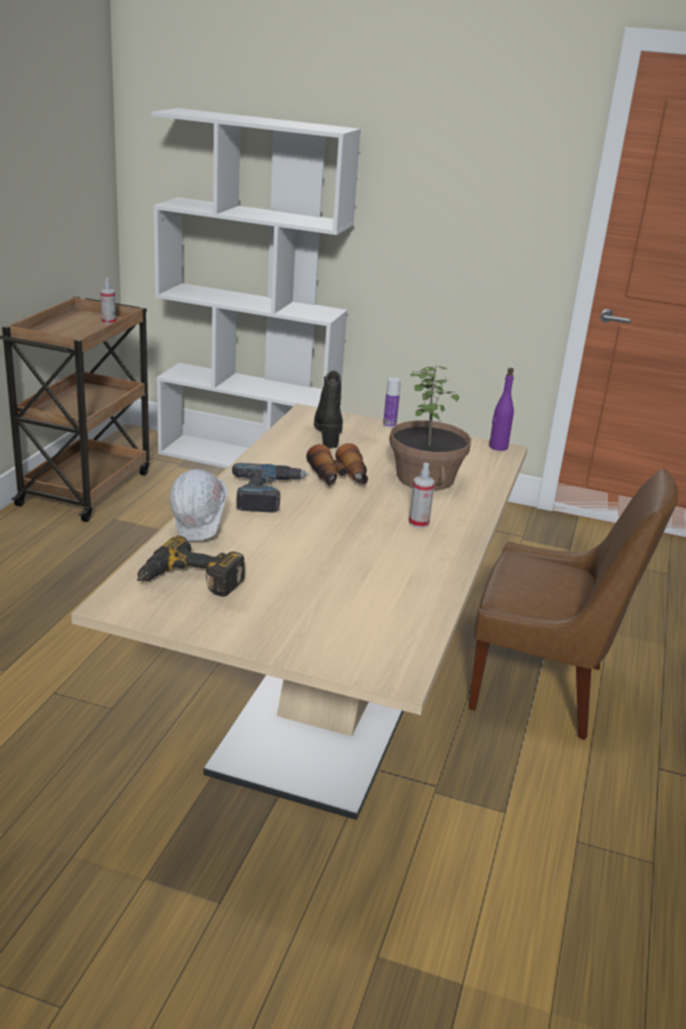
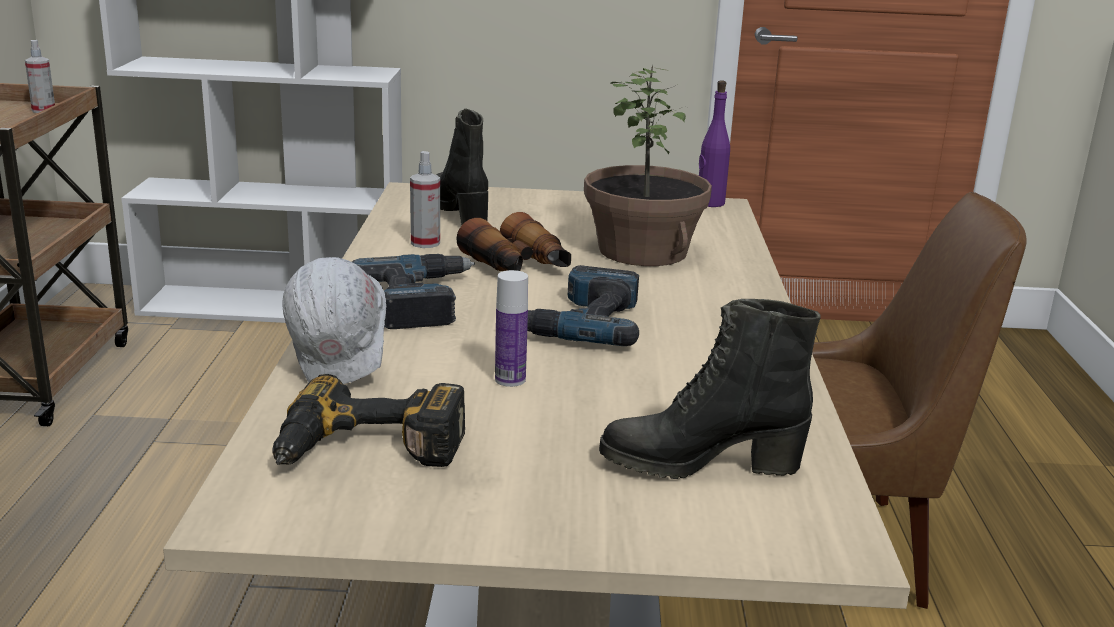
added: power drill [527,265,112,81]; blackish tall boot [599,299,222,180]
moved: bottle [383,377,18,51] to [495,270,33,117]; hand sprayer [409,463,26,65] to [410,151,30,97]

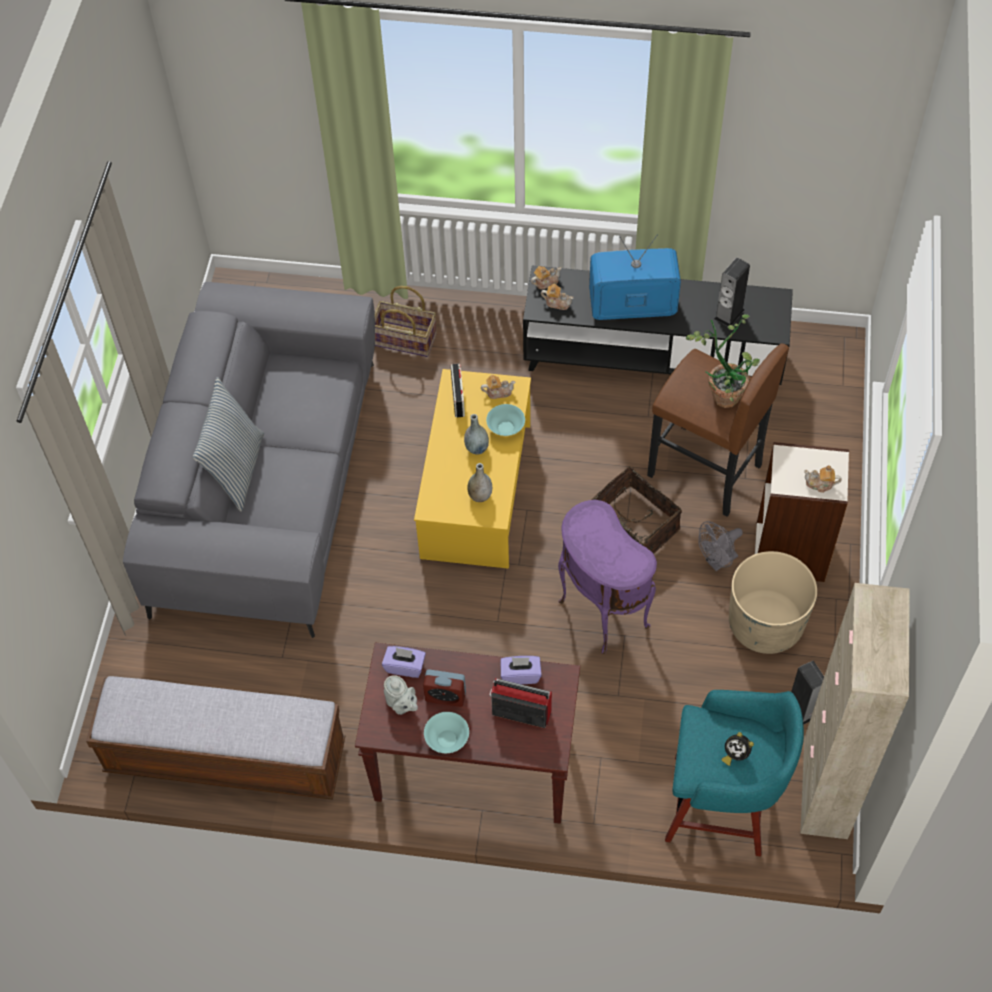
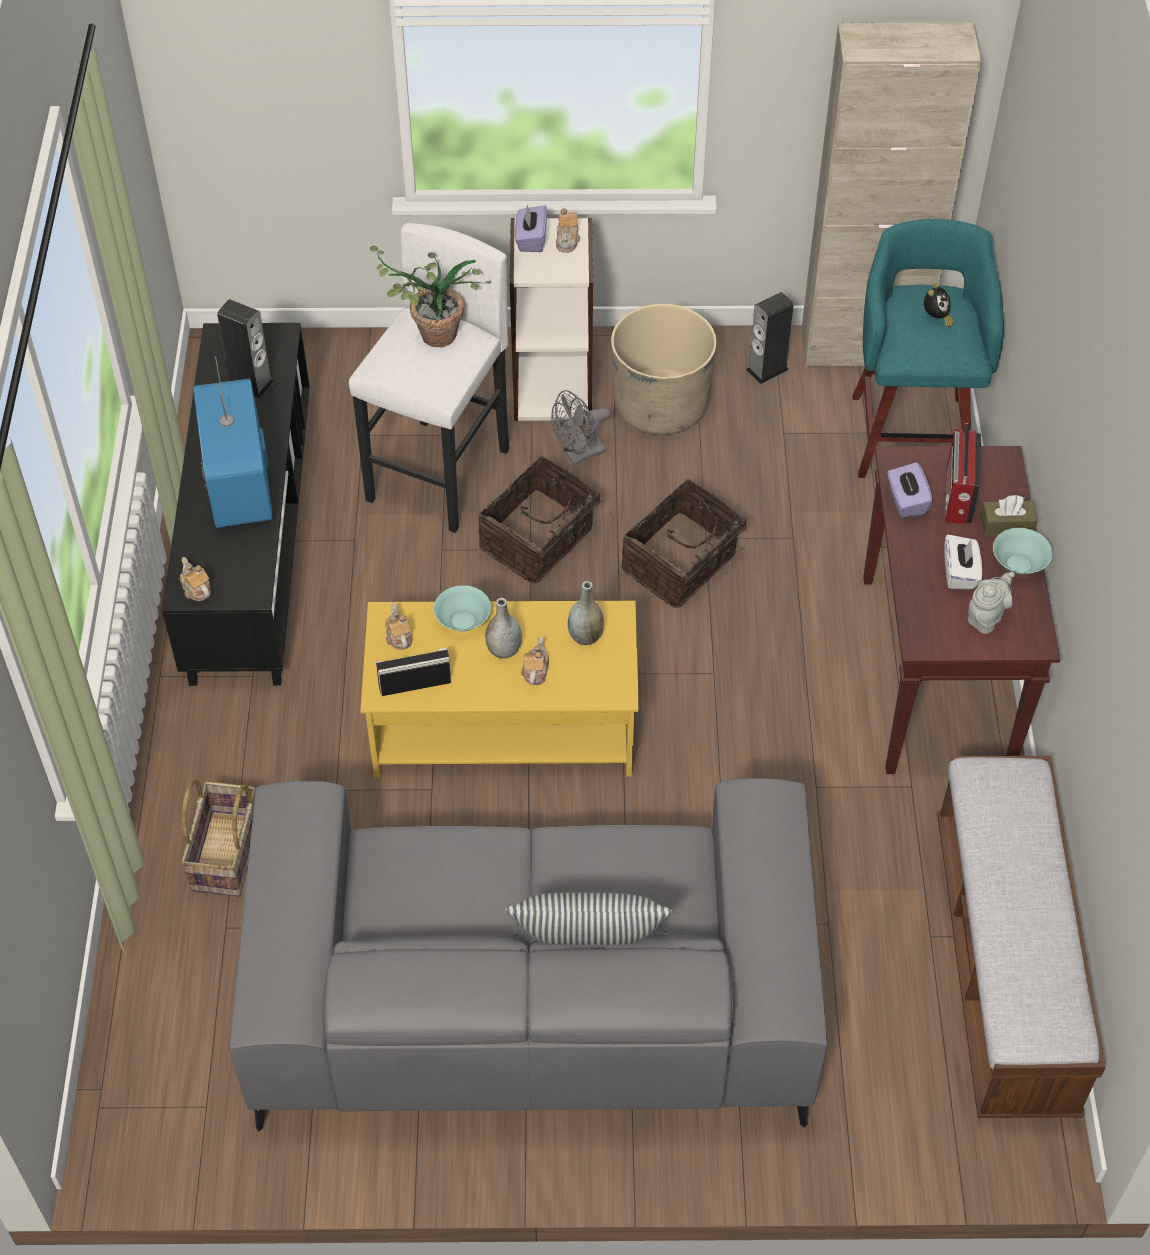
added: brown tissue box [980,495,58,41]
moved: purple tissue box [382,646,44,32] to [515,205,32,47]; tea pot [541,284,32,26] to [521,637,28,48]
replaced: alarm clock [423,669,43,38] to white-coloured tissue box [944,534,38,55]; purple side table [558,500,99,154] to basket [621,479,136,129]
recoloured: brown stool seat [647,344,142,173] to white-coloured stool seat [349,223,160,310]
turned: greyish electric fan [698,521,45,50] = [551,390,59,75] 105 degrees clockwise

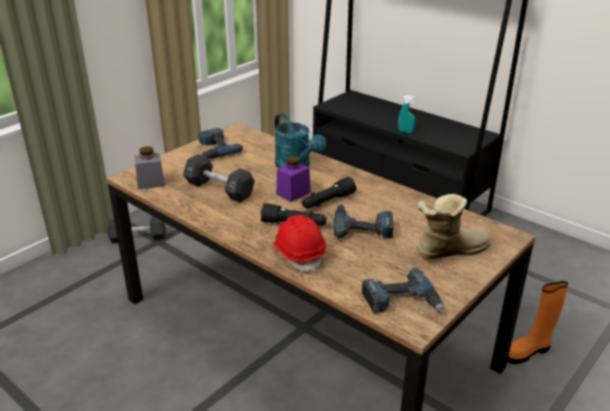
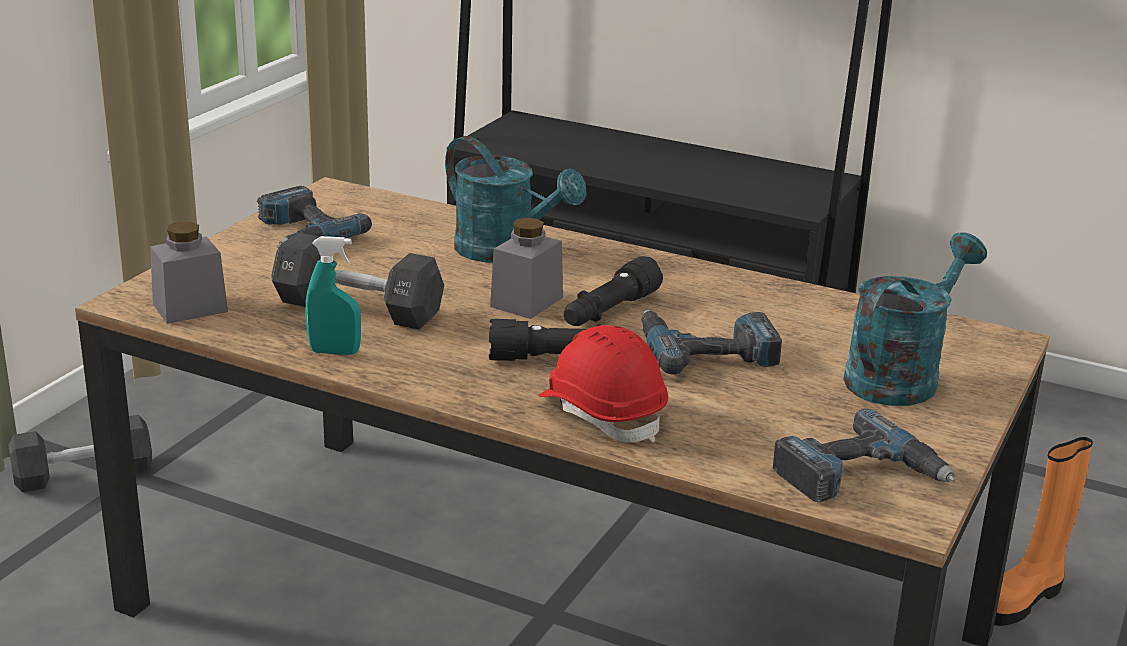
moved: turquoise hand sprayer [398,95,18,38] to [306,236,55,119]
replaced: tall boot [417,194,74,65] to turquoise watering pot [843,232,144,174]
recoloured: purple storage jar [276,156,35,46] to greyish storage jar [490,217,73,102]

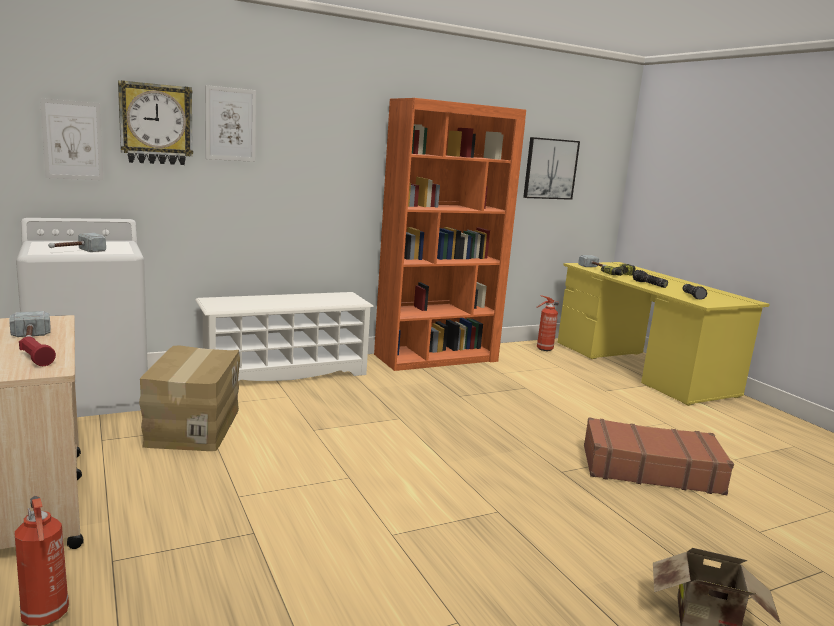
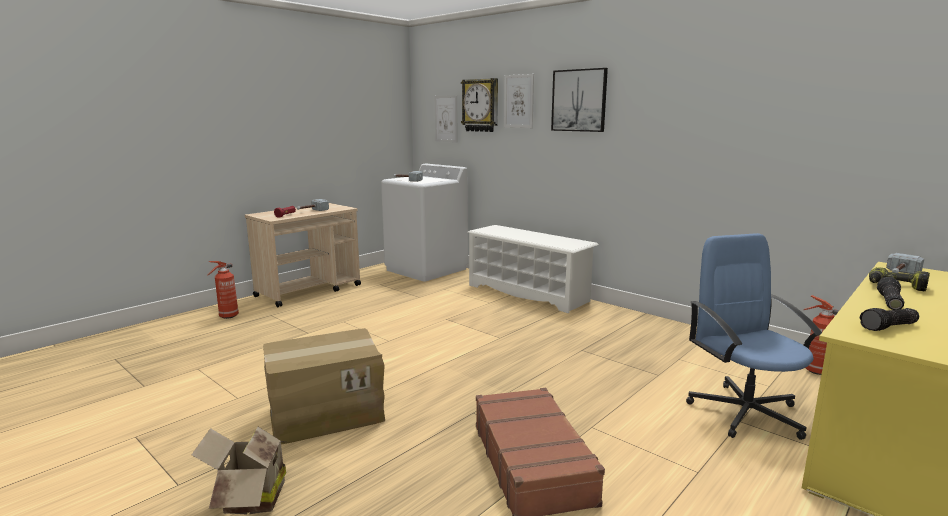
removed: orangey shelving unit [374,98,152,273]
added: bluish office chair [686,233,136,207]
moved: cardboard box [139,346,101,105] to [263,328,122,117]; picture [523,137,57,63] to [551,68,57,64]

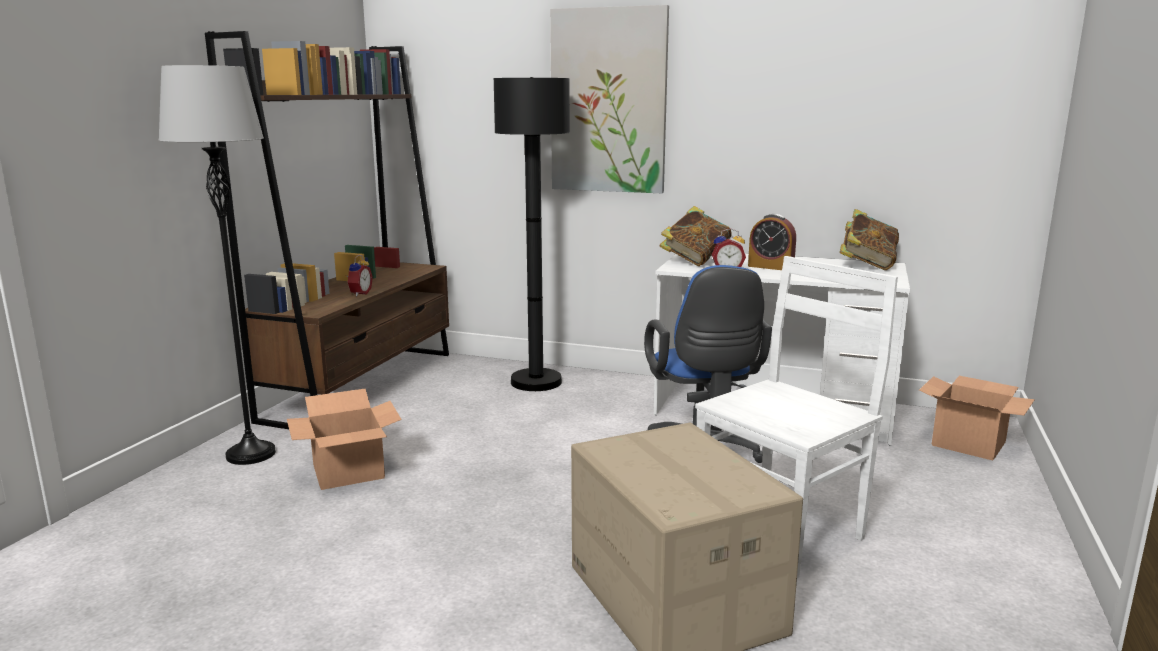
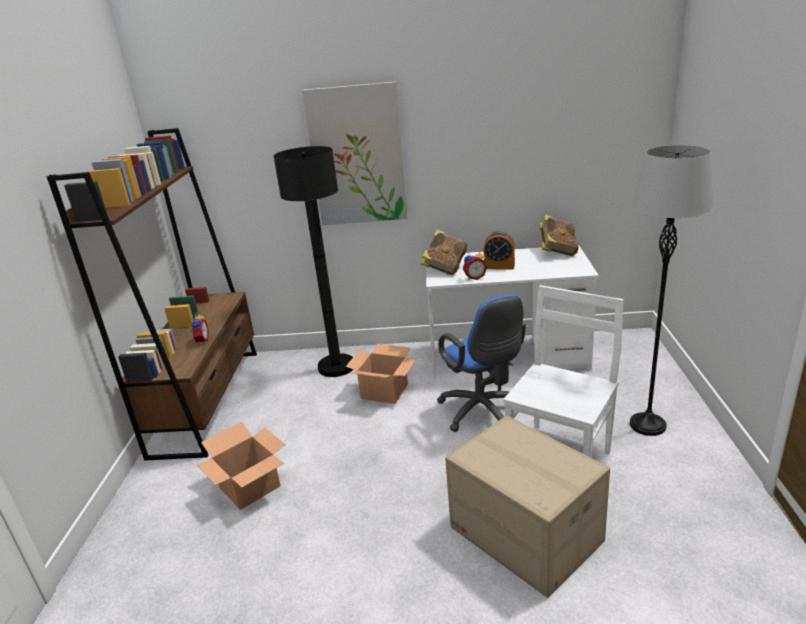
moved: greyish floor lamp [159,65,117,400] to [630,145,84,291]; cardboard box [919,376,116,85] to [346,344,71,60]

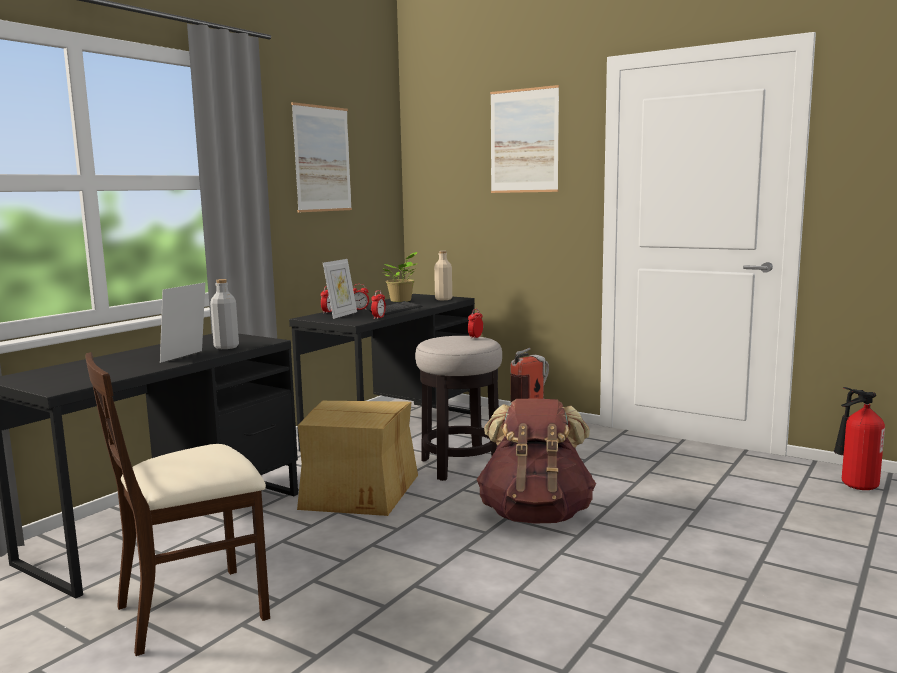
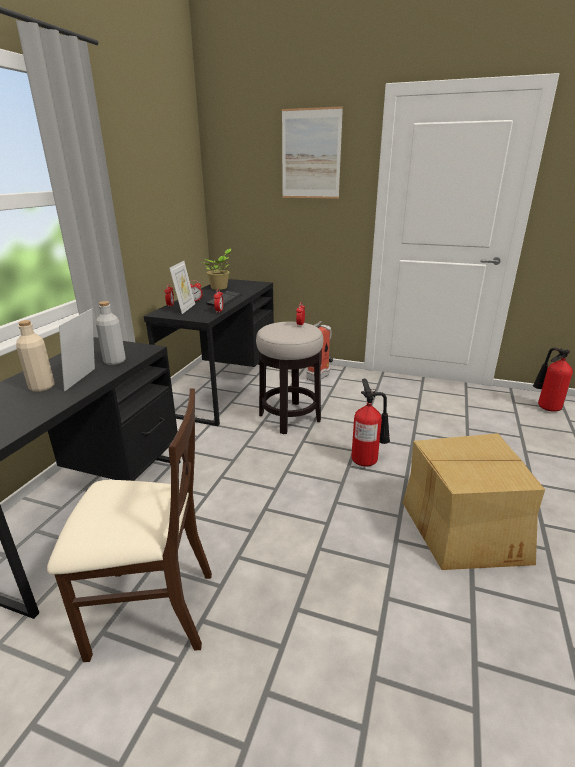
removed: picture [291,102,61,110]
moved: cardboard box [297,401,121,115] to [403,433,142,137]; sand-coloured bottle [434,251,18,49] to [16,320,39,72]
replaced: brown knapsack [477,399,119,125] to fire extinguisher [351,379,39,87]
turned: sand-coloured upright chair [85,352,185,304] = [47,388,165,274] 135 degrees counterclockwise

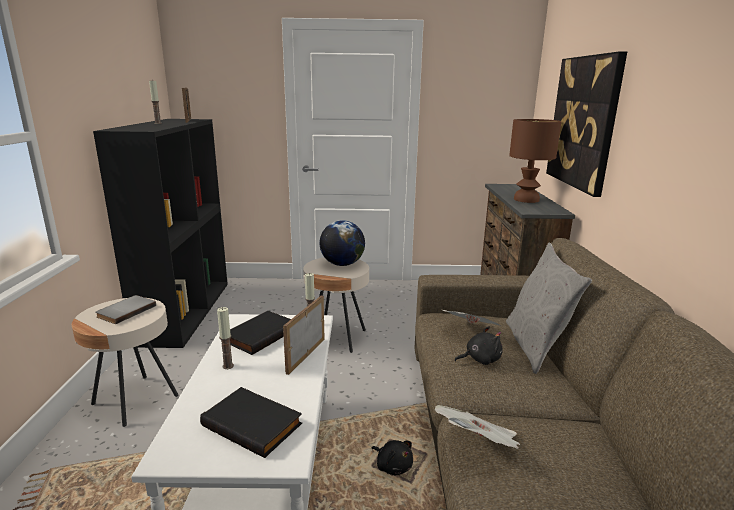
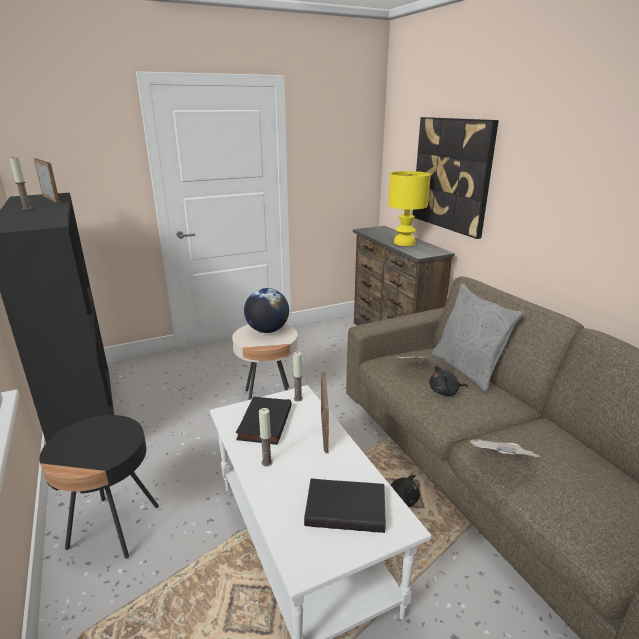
removed: greyish bound book [95,295,61,29]
recoloured: sand-coloured side table [72,298,106,129] to blackish side table [39,415,120,144]; brown table lamp [509,119,53,84] to yellowish table lamp [388,171,43,75]
turned: blackish cuddly toy [454,326,49,39] = [429,366,39,30] 150 degrees counterclockwise

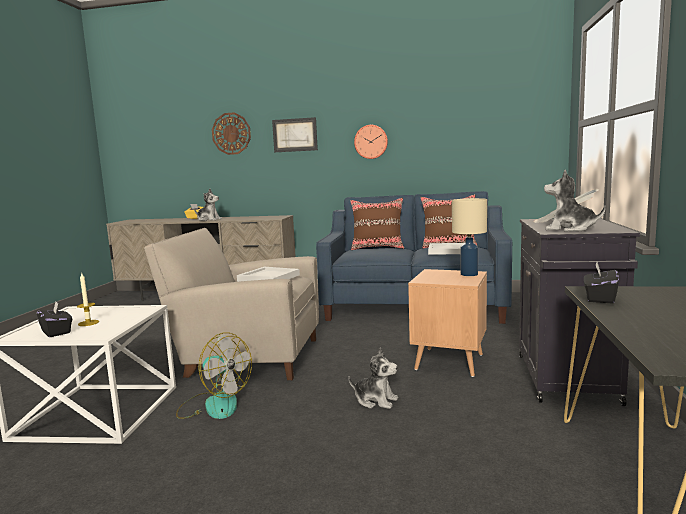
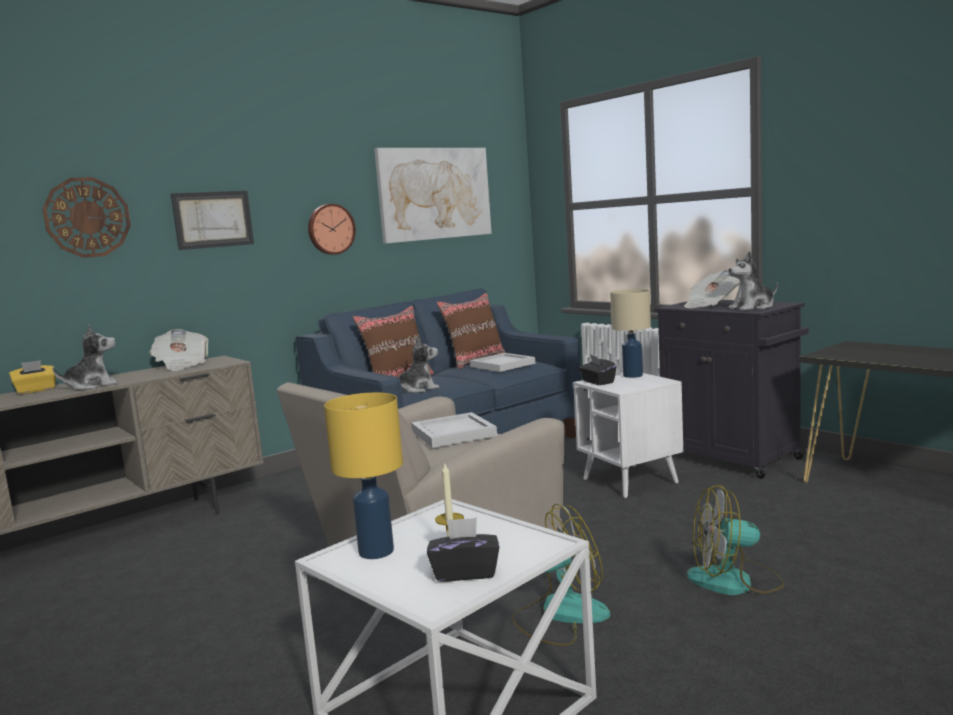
added: printed paper [150,329,59,42]; yellowish table lamp [324,393,79,166]; picture [374,148,118,96]; electric fan [687,485,98,110]
moved: cuddly toy [348,347,50,62] to [390,336,50,57]; blackish tissue box [584,262,35,42] to [579,355,37,30]
recoloured: brown side table [408,269,79,108] to white-coloured side table [573,372,110,126]

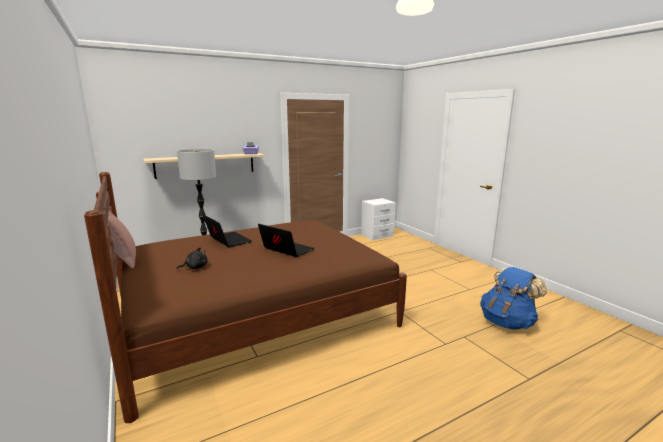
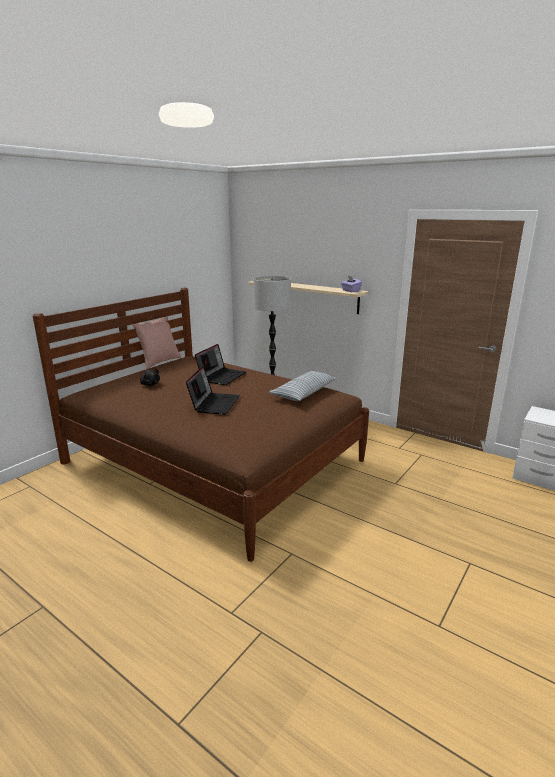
removed: bluish knapsack [480,267,67,63]
added: cushion [269,371,68,30]

